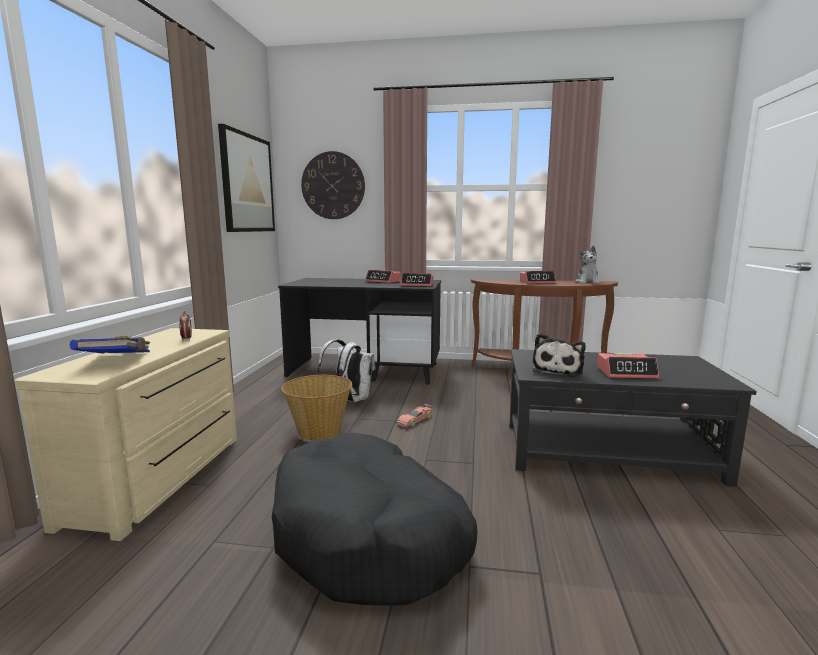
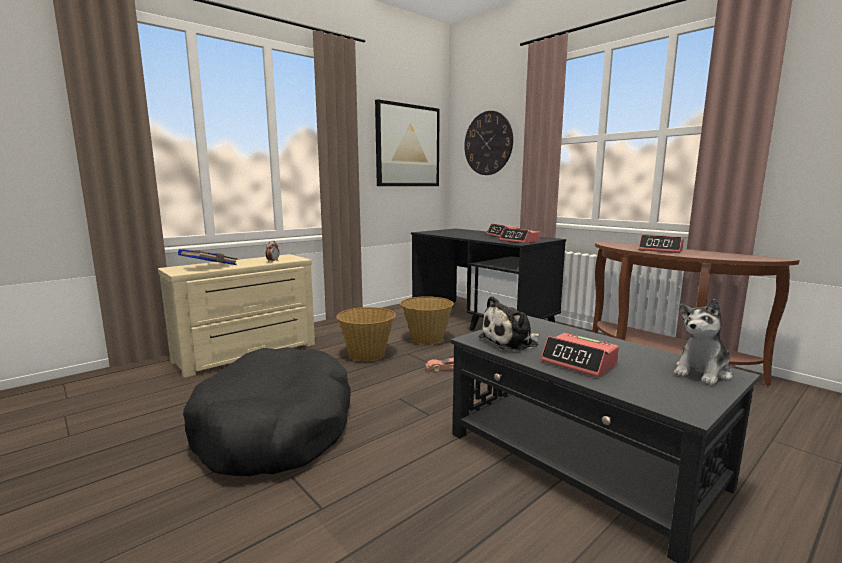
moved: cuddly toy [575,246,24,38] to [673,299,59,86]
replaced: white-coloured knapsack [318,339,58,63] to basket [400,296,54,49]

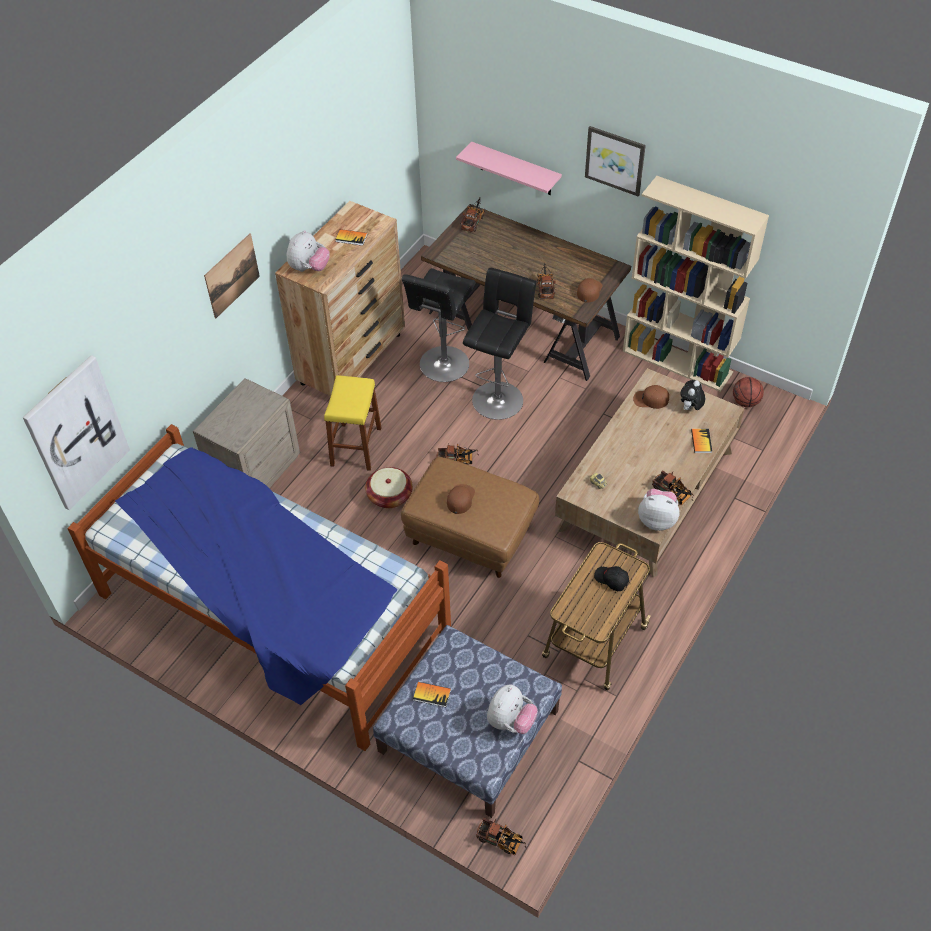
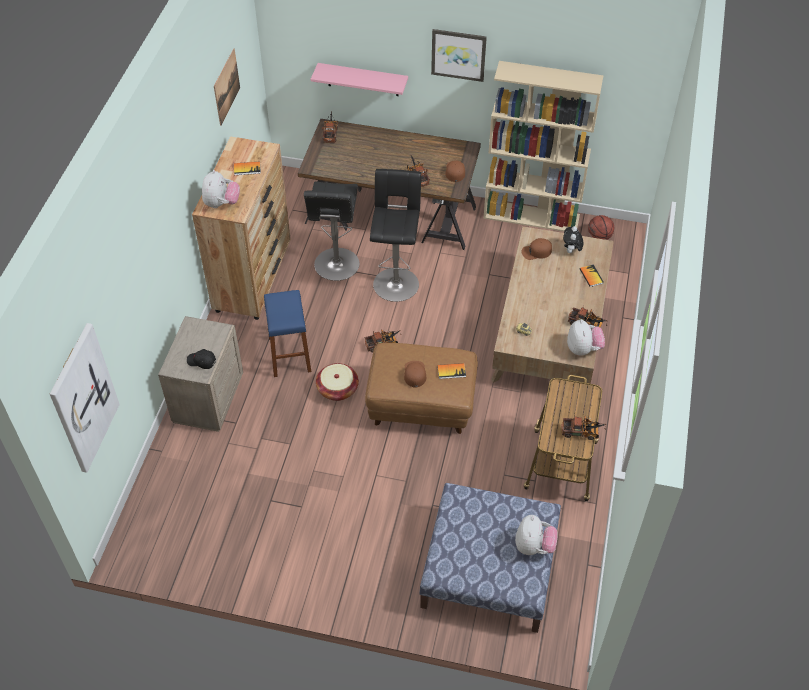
removed: bedroom bed [67,424,384,327]
moved: picture [204,233,56,86] to [214,48,26,78]; bound book [413,682,38,25] to [437,363,29,16]; toy truck [476,818,51,37] to [561,416,45,24]; blackish cap [594,566,35,25] to [187,349,29,20]
recoloured: yellowish stool seat [324,375,57,96] to bluish stool seat [264,290,47,87]
turned: cuddly toy [638,489,42,42] = [567,319,38,36] 90 degrees clockwise

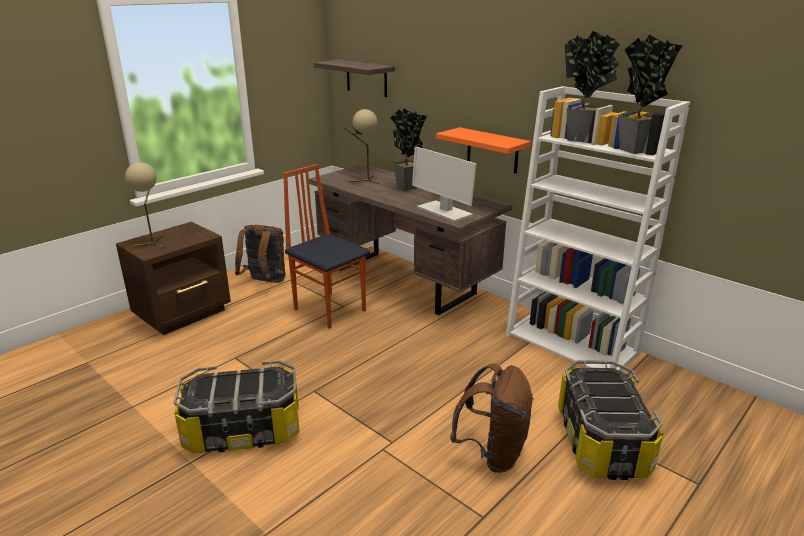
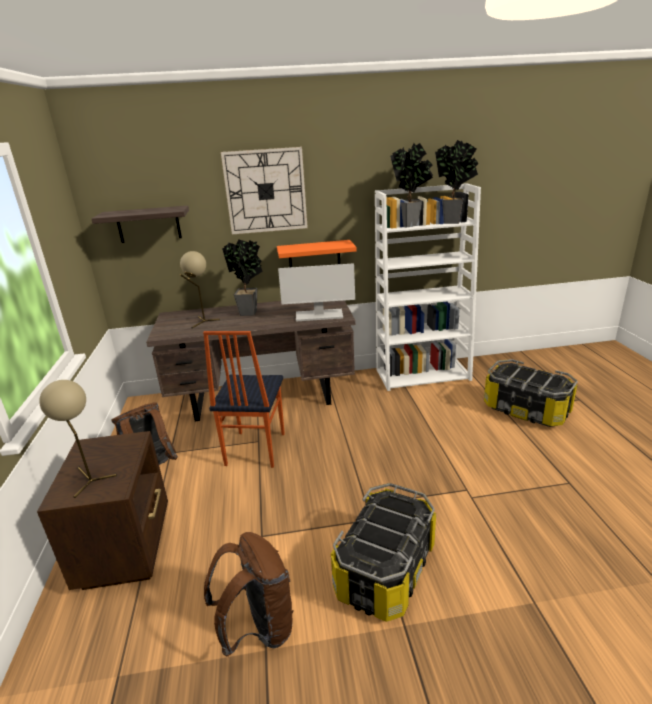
added: wall clock [221,147,87,87]
moved: brown knapsack [450,363,84,110] to [204,532,90,125]
turned: upright chair [283,164,87,165] = [203,331,82,137] 75 degrees counterclockwise

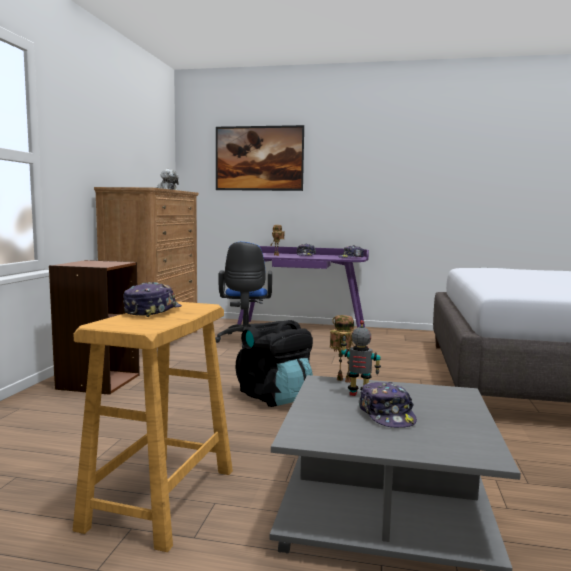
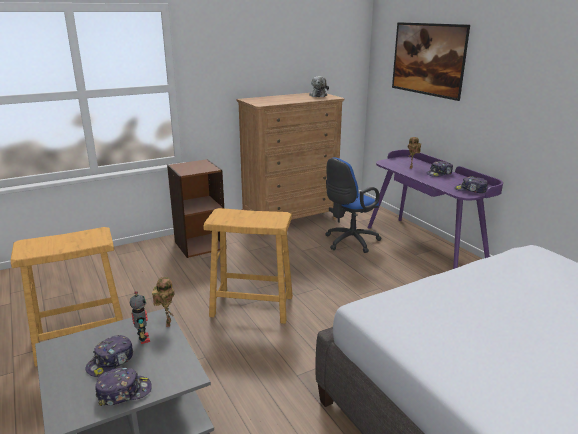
moved: cap [123,282,59,35] to [95,367,57,39]
replaced: blackish knapsack [236,320,77,87] to sand-coloured stool seat [203,208,90,116]

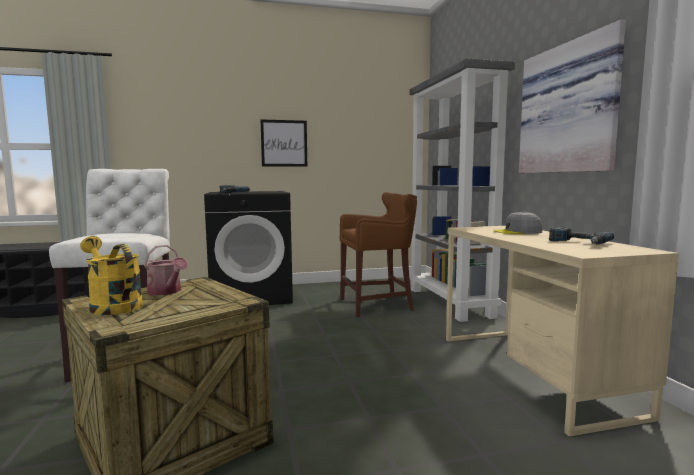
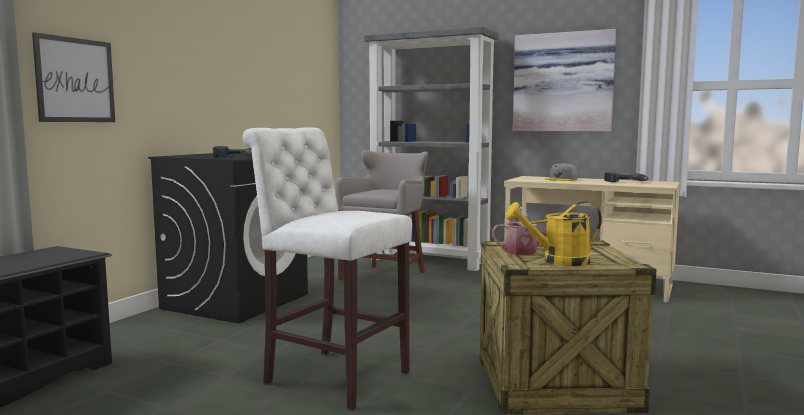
moved: picture [260,119,47,48] to [32,32,83,90]
recoloured: brown stool seat [340,192,77,125] to greyish stool seat [336,150,92,131]

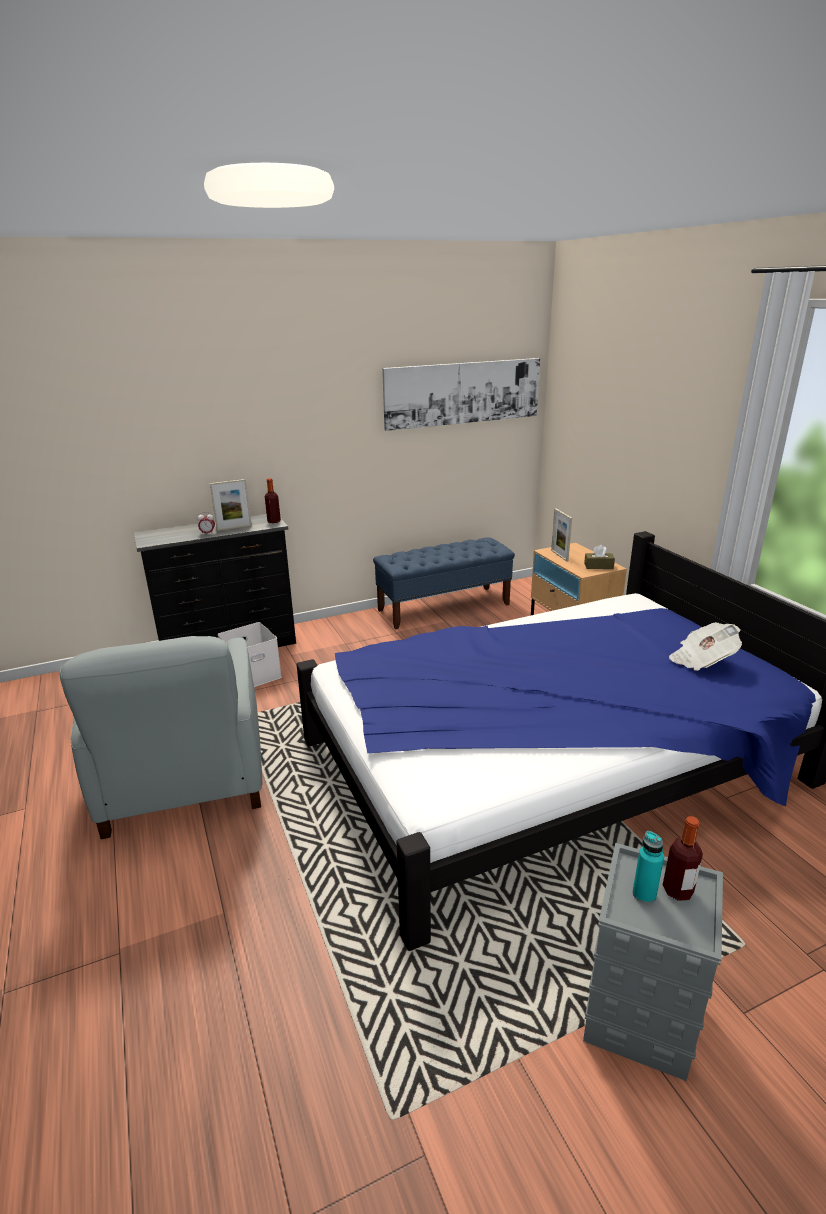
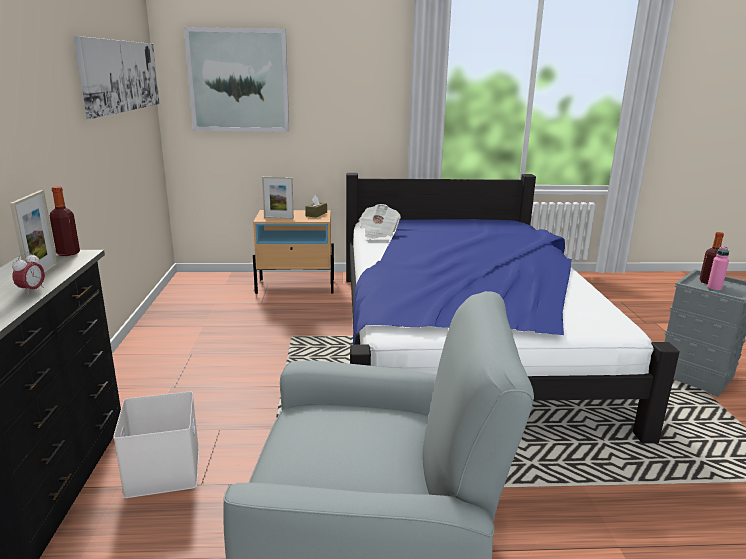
removed: bluish long seat [373,537,142,92]
added: picture [184,27,105,105]
moved: printed paper [669,622,73,49] to [359,204,42,35]
recoloured: turquoise bottle [632,831,32,73] to pink bottle [707,247,22,45]

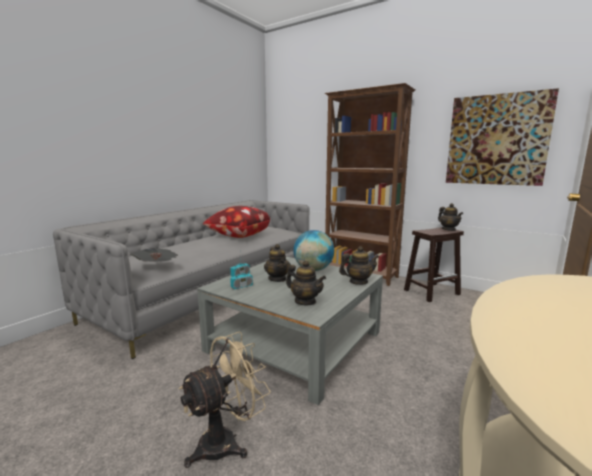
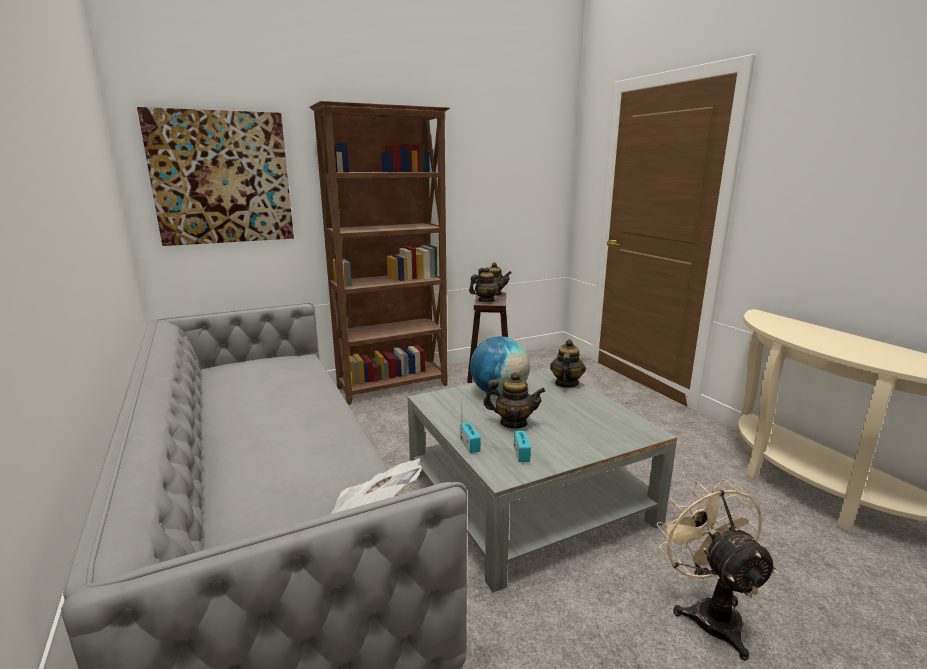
removed: cushion [203,206,67,32]
moved: tea pot [286,260,40,45] to [469,267,34,35]; picture [446,88,113,98] to [137,107,157,139]

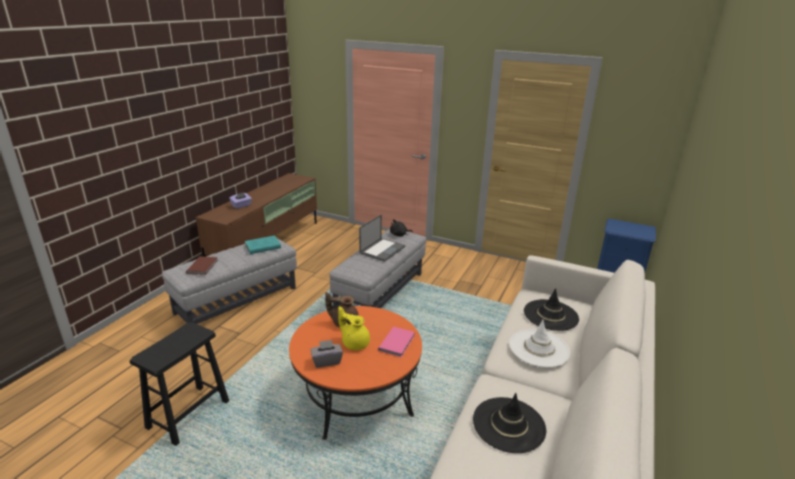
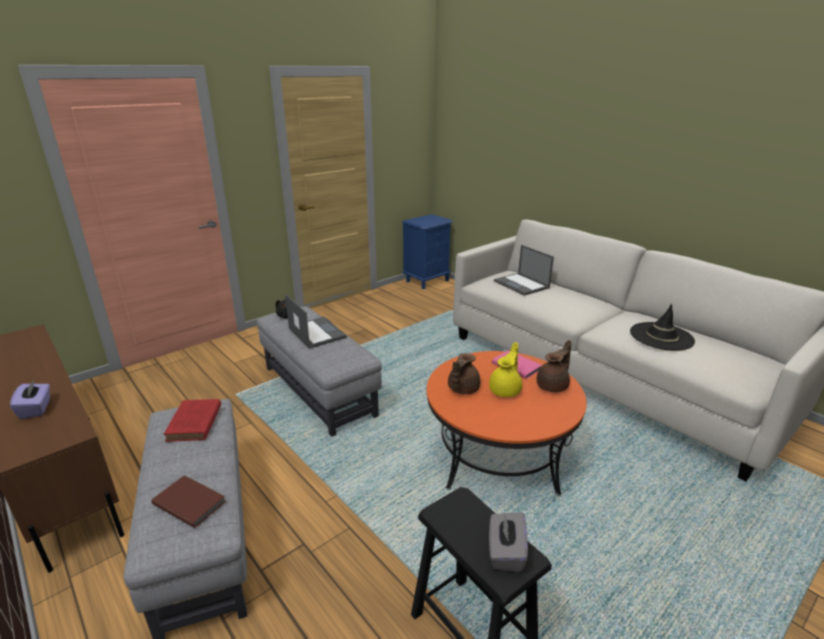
removed: white-coloured clothing hat [509,320,61,48]
added: brown tea pot [537,340,35,52]
moved: greyish tissue box [311,340,32,28] to [489,512,39,60]
replaced: blackish clothing hat [524,288,55,43] to portable computer [494,245,60,51]
recoloured: turquoise bound book [245,235,36,19] to red bound book [163,399,58,43]
turned: yellowish tea pot [338,306,32,44] = [489,342,33,55] 150 degrees clockwise

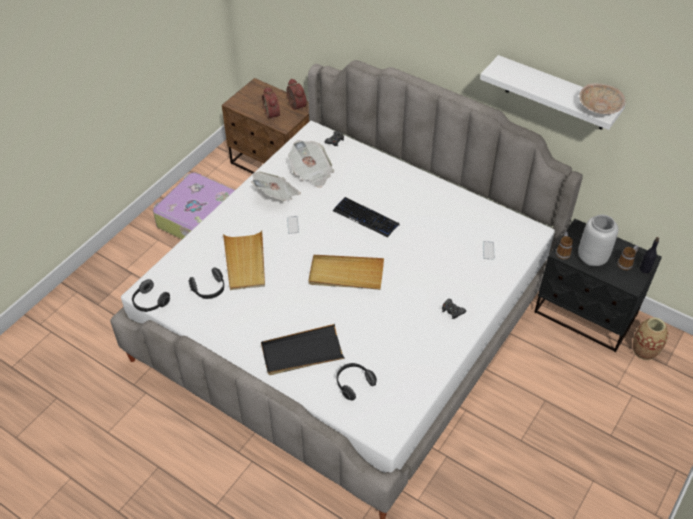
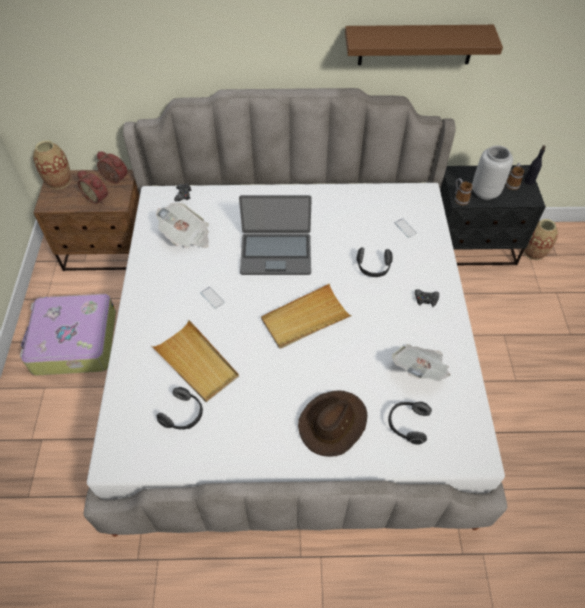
removed: sand-coloured serving bowl [580,83,45,31]
added: decorative vase [33,140,38,49]
moved: headphones [132,279,38,33] to [356,248,37,29]; printed paper [251,172,50,29] to [392,344,58,37]
replaced: blackish serving tray [261,324,84,51] to brown clothing hat [298,391,70,66]; keyboard [333,197,67,40] to portable computer [239,195,73,80]
recoloured: white-coloured bracket shelf [480,55,146,75] to brown bracket shelf [345,25,158,40]

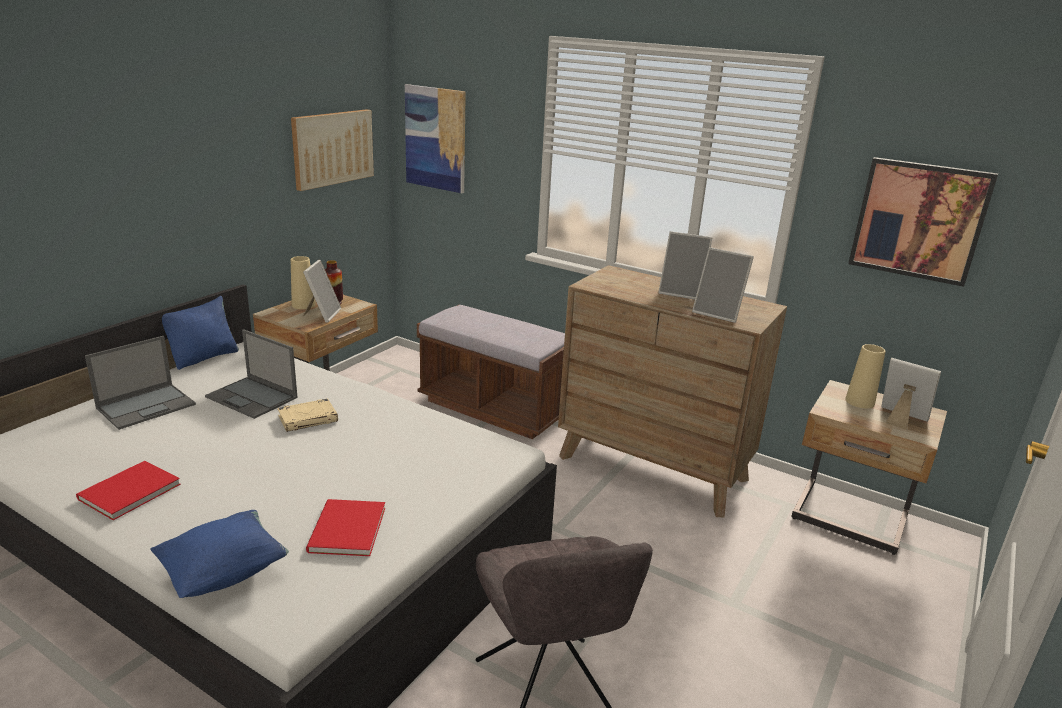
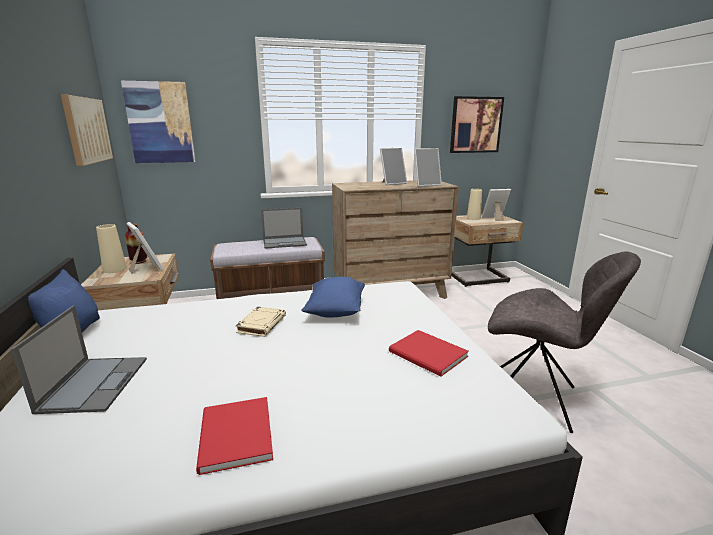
moved: bluish cushion [150,510,139,88] to [301,277,64,41]; portable computer [205,329,93,90] to [261,208,46,41]

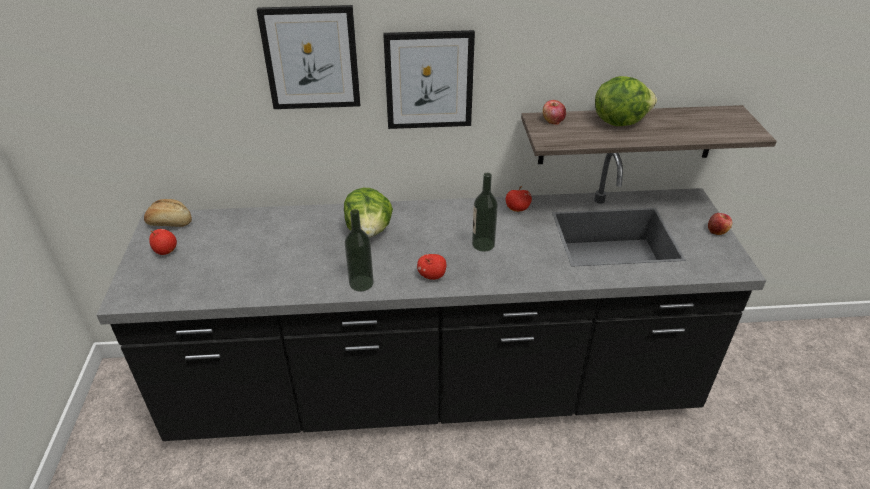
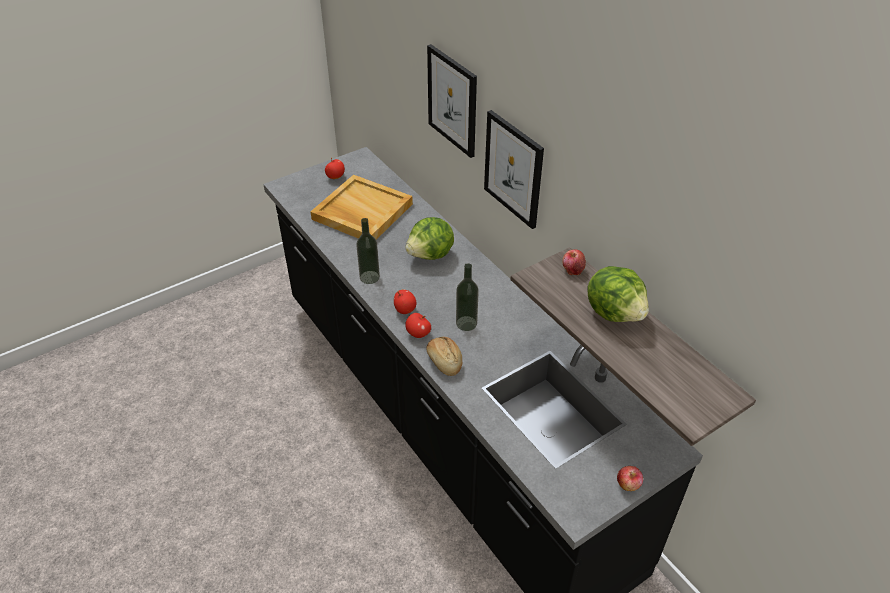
added: sand-coloured serving tray [310,175,103,65]
moved: baked bread [144,199,48,28] to [426,337,36,39]; apple [506,186,26,26] to [405,313,26,25]

